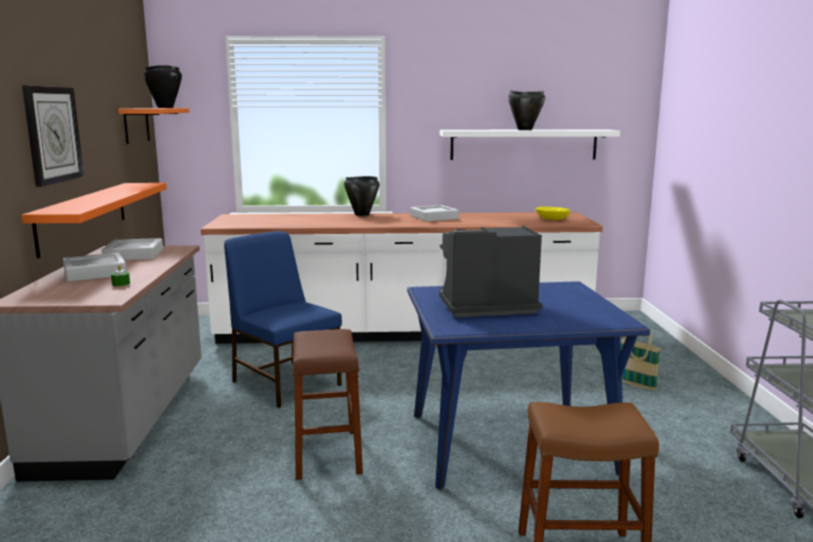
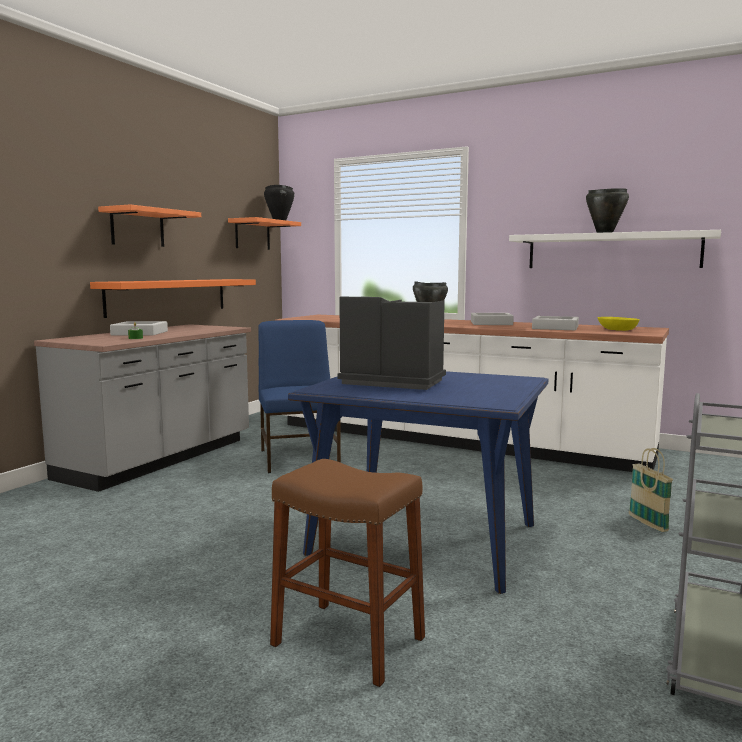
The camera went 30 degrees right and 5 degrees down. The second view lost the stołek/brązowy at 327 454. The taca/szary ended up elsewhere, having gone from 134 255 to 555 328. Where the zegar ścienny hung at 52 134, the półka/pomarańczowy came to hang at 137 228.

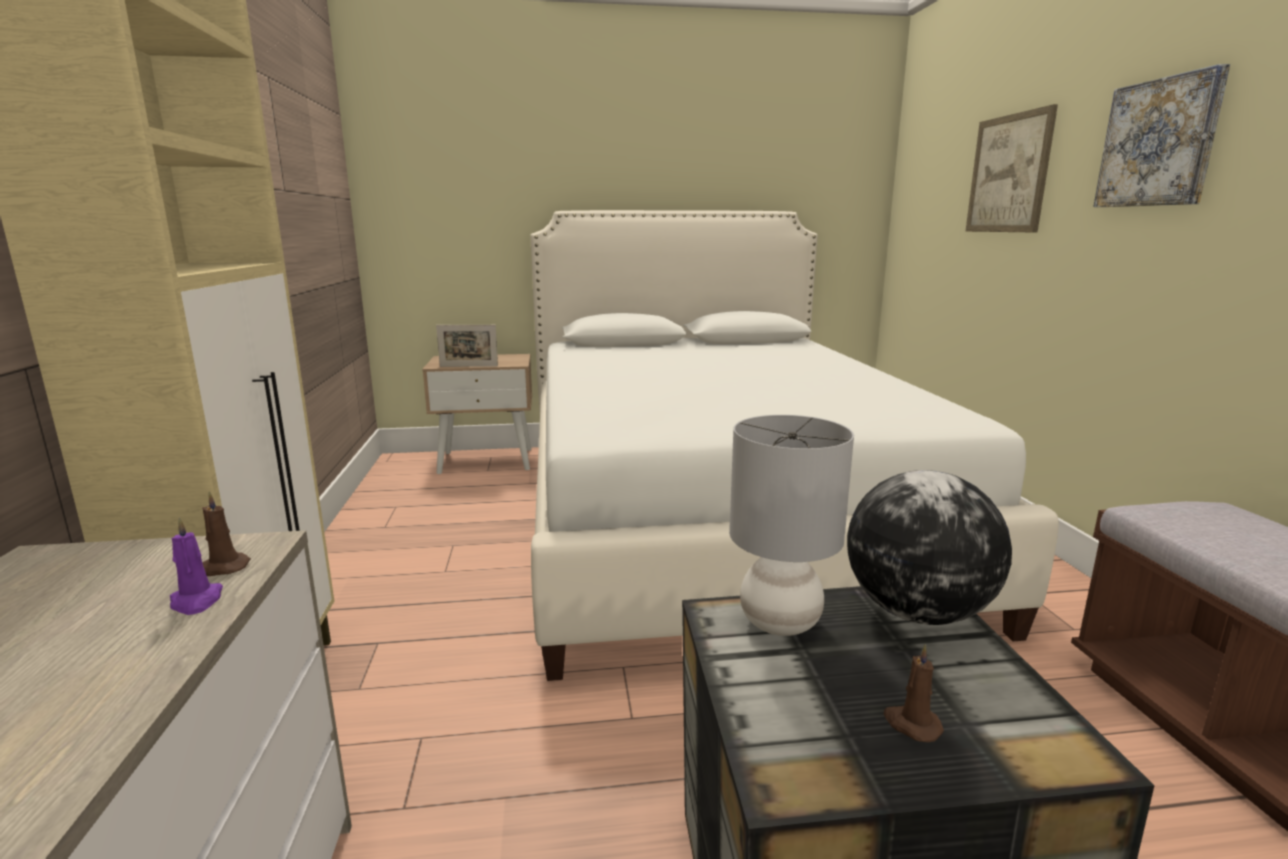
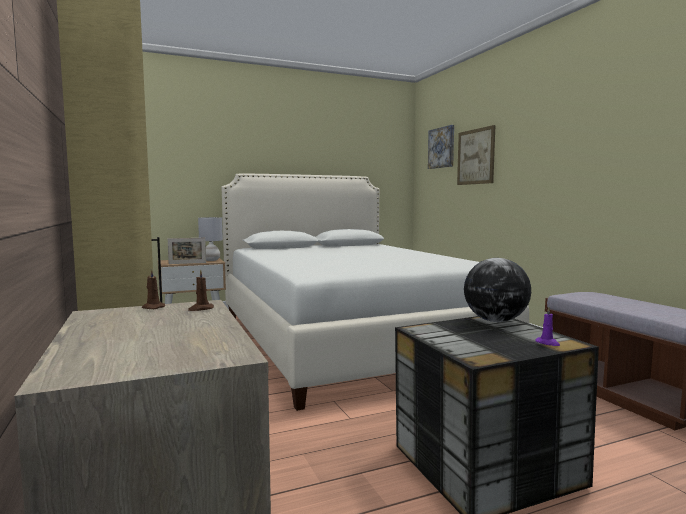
The camera went 15 degrees left and 10 degrees down. The świeca/fioletowy ended up elsewhere, having gone from 196 601 to 548 343. The lampa stołowa/szary ended up elsewhere, having gone from 781 622 to 211 260. The świeca/brązowy ended up elsewhere, having gone from 911 724 to 152 307. The obraz ended up elsewhere, having gone from 1159 143 to 441 147.

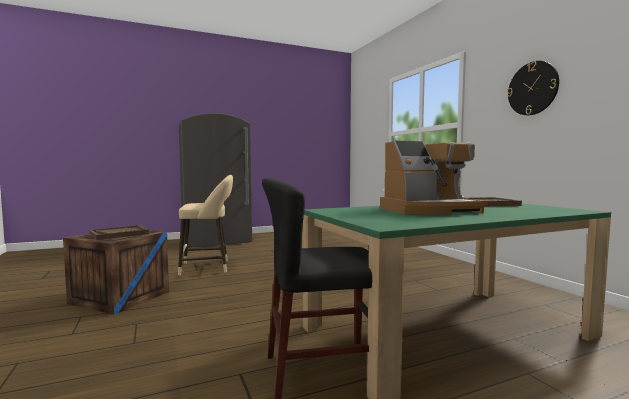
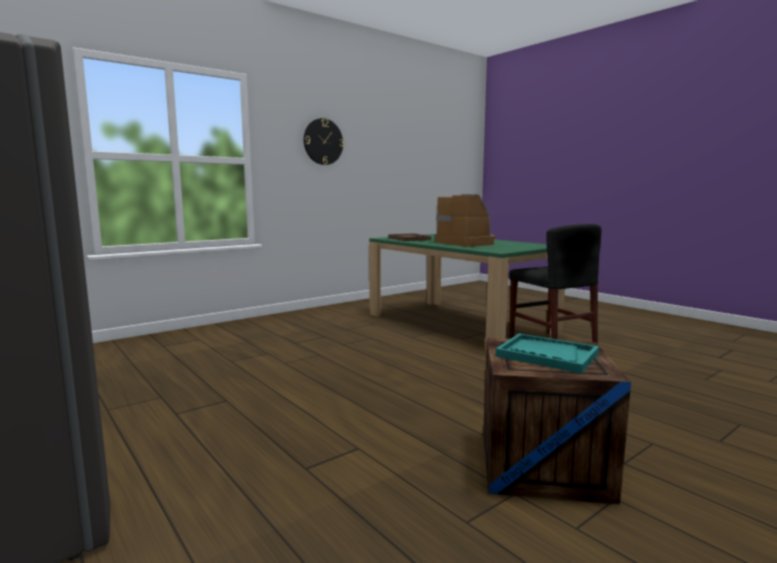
The camera went 105 degrees left and 5 degrees up. The second view lost the stołek/beżowy at 208 267. What was the taca/brązowy at 119 234 turned into the taca/turkusowy at 546 355.

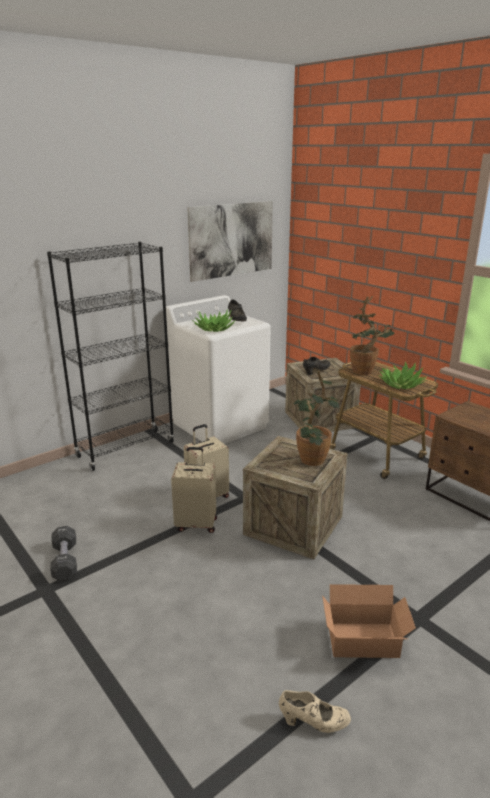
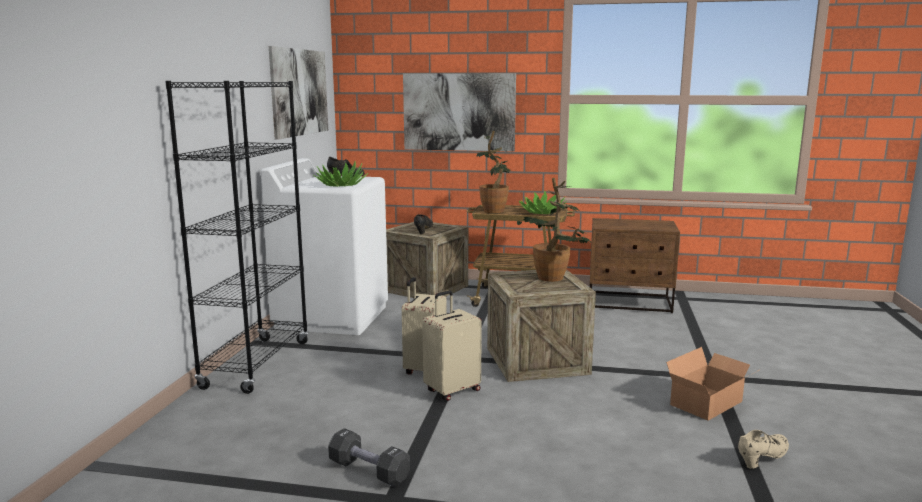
The camera went 40 degrees left and 10 degrees down. The second view gained the obraz at 459 112.

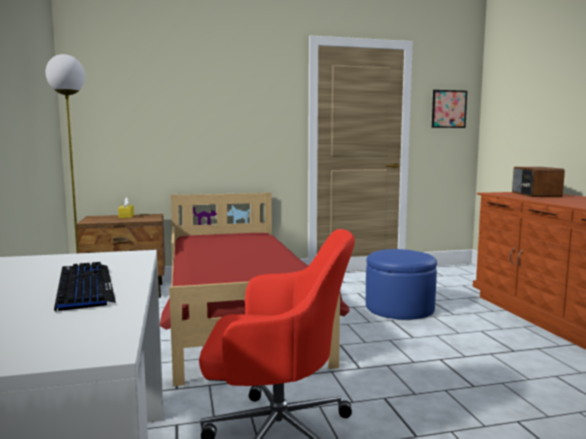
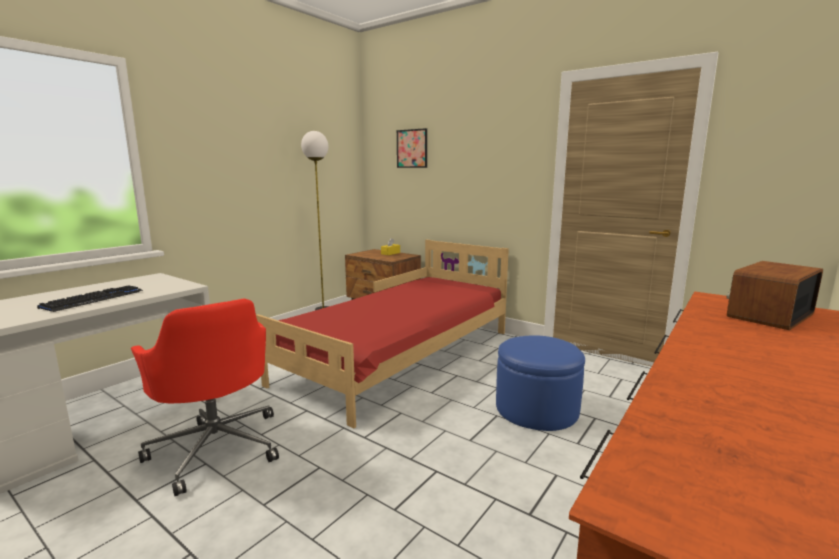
The camera went 50 degrees right and 5 degrees up. The obraz ended up elsewhere, having gone from 449 109 to 412 148.

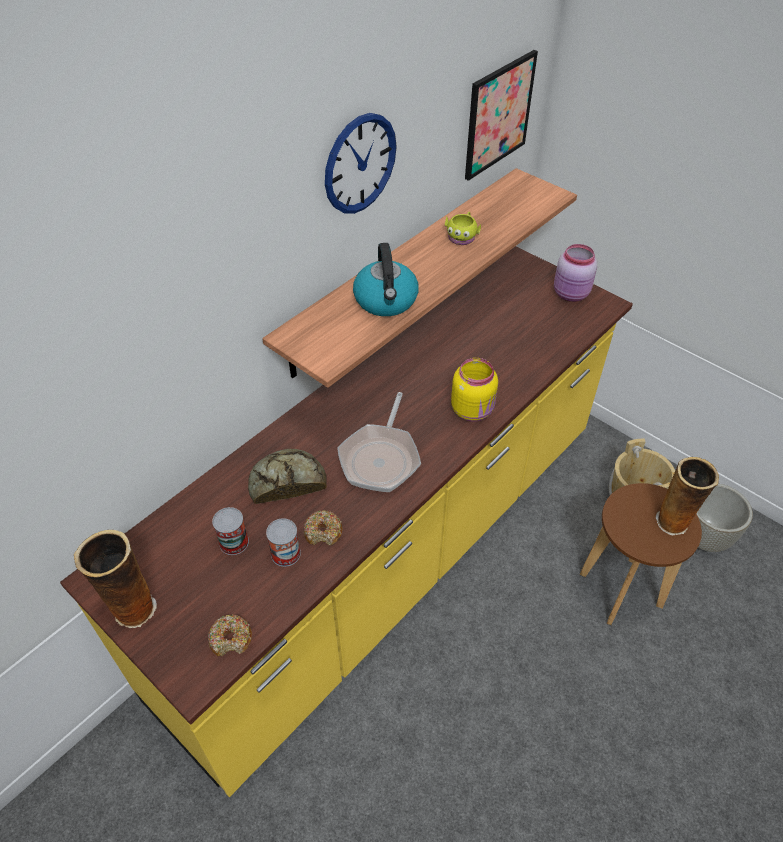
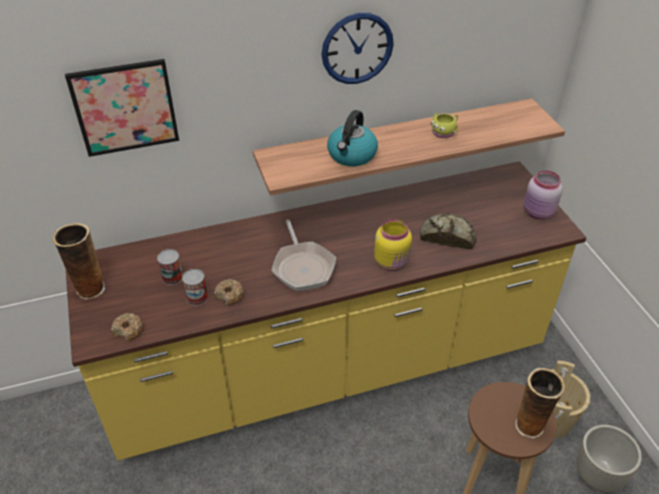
The camera went 30 degrees right and 5 degrees down. The chleb ended up elsewhere, having gone from 286 481 to 447 236. The obraz ended up elsewhere, having gone from 498 115 to 125 108. The patelnia at 381 458 ended up facing another way, 60 degrees counterclockwise from before.

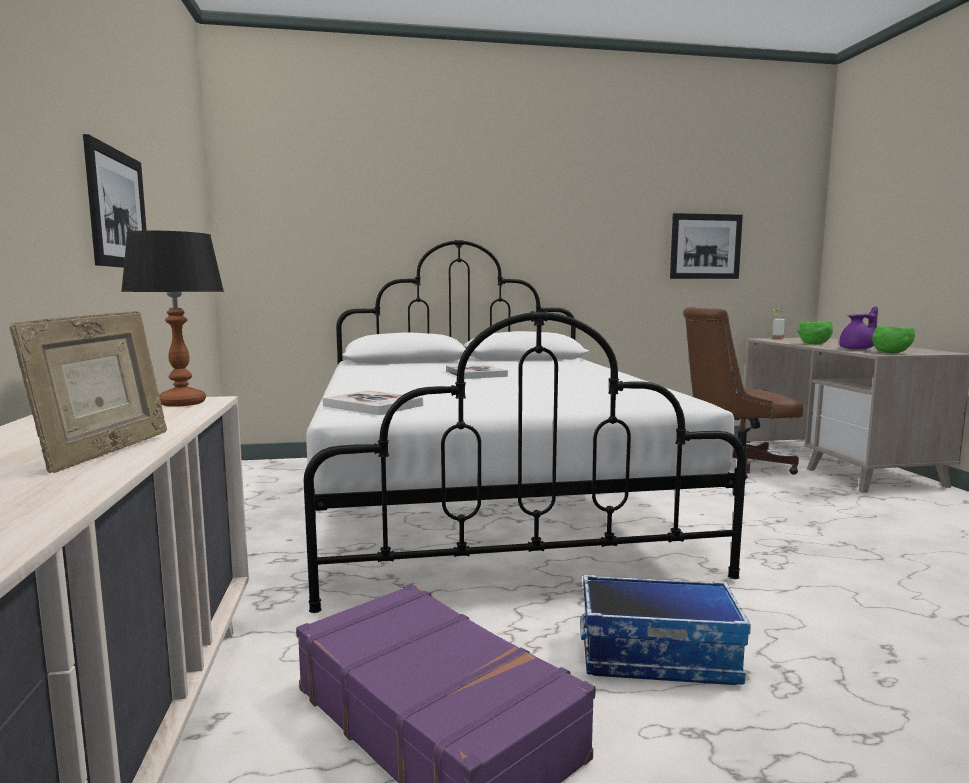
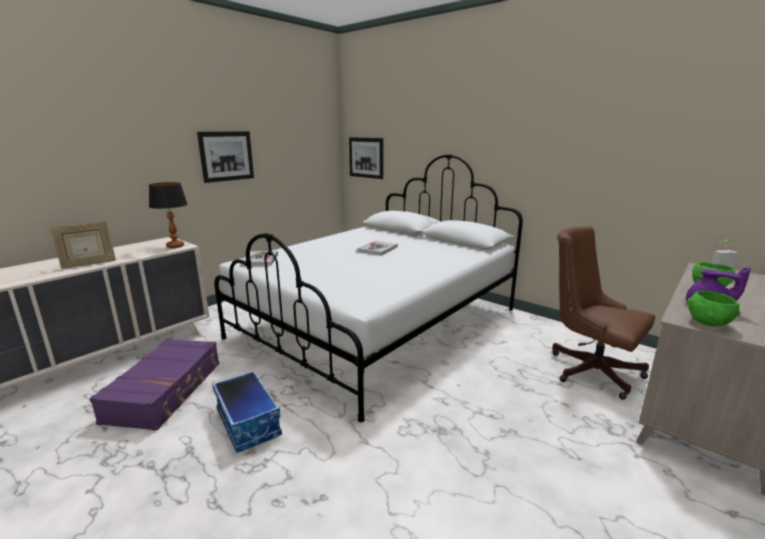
The camera went 50 degrees right and 10 degrees up. The obraz ended up elsewhere, having gone from 705 246 to 366 157.

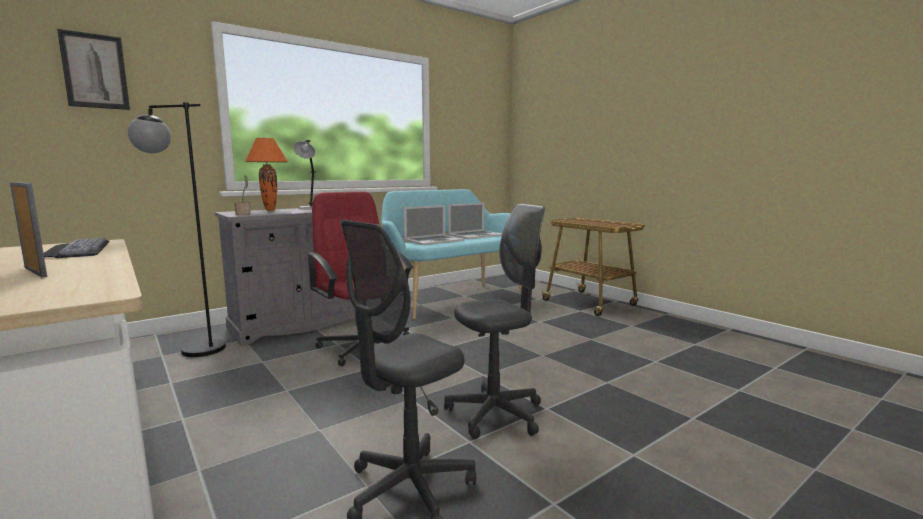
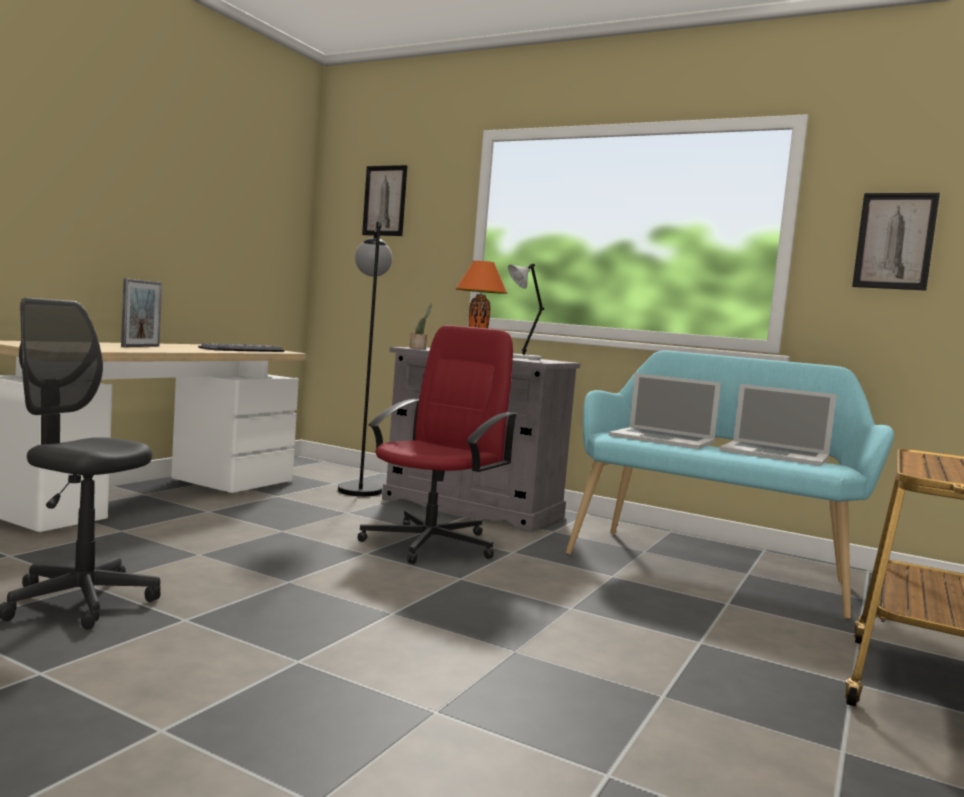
The camera went 65 degrees right and 5 degrees down. The second view lost the krzesło biurowe/szary at 495 414. The second view gained the obraz at 894 241.

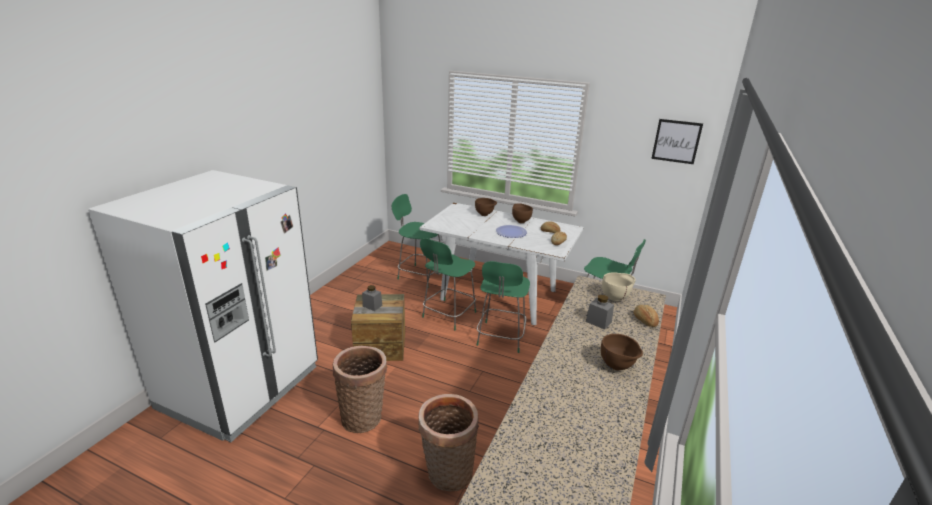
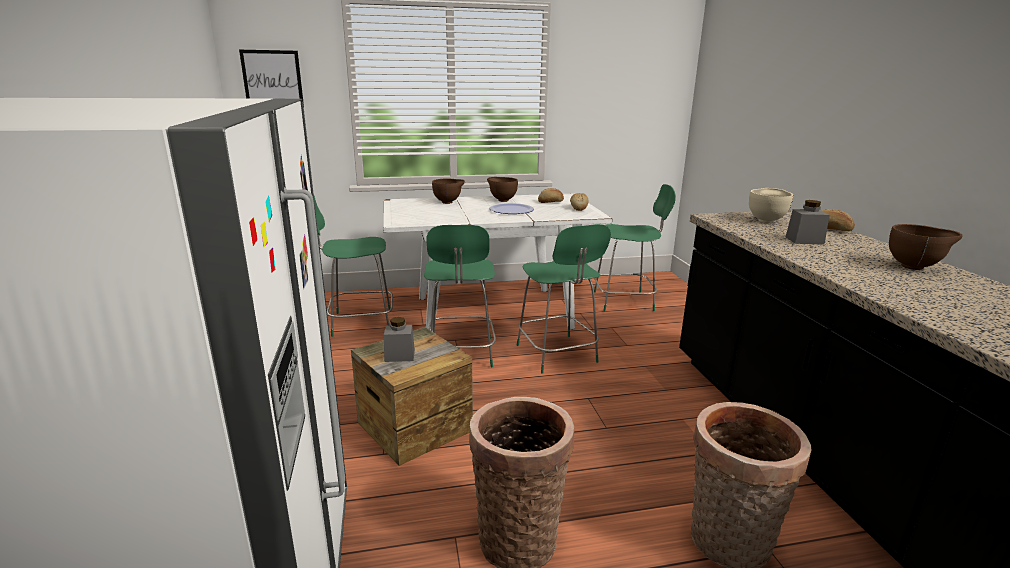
The camera went 35 degrees left and 5 degrees down. The obraz ended up elsewhere, having gone from 676 141 to 272 79.

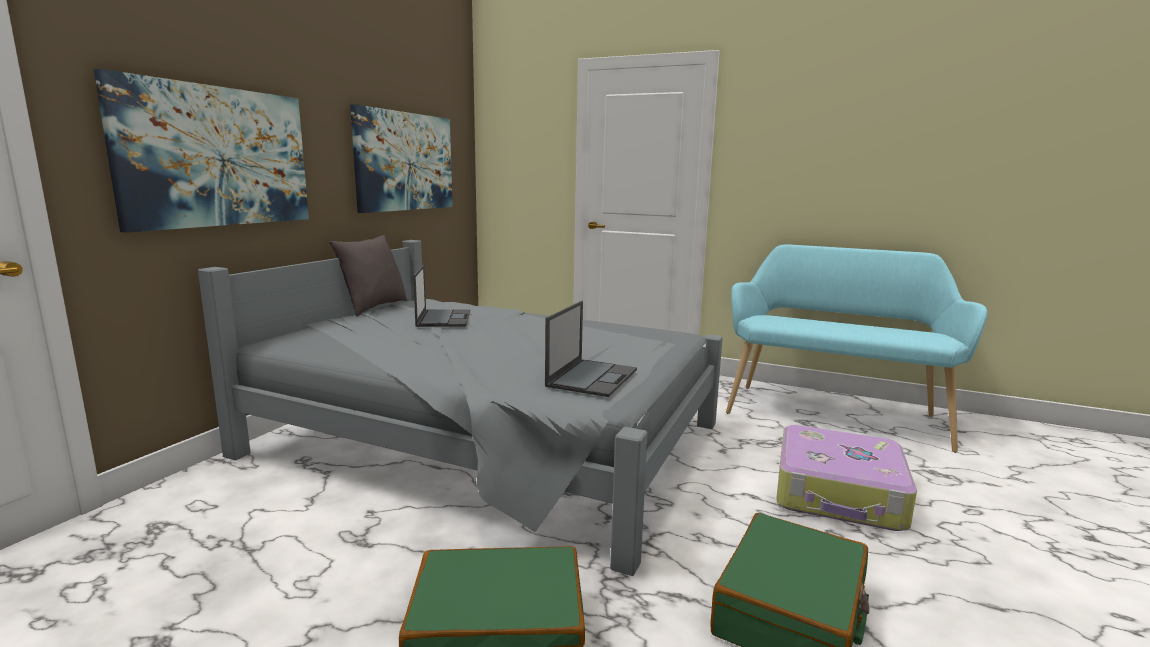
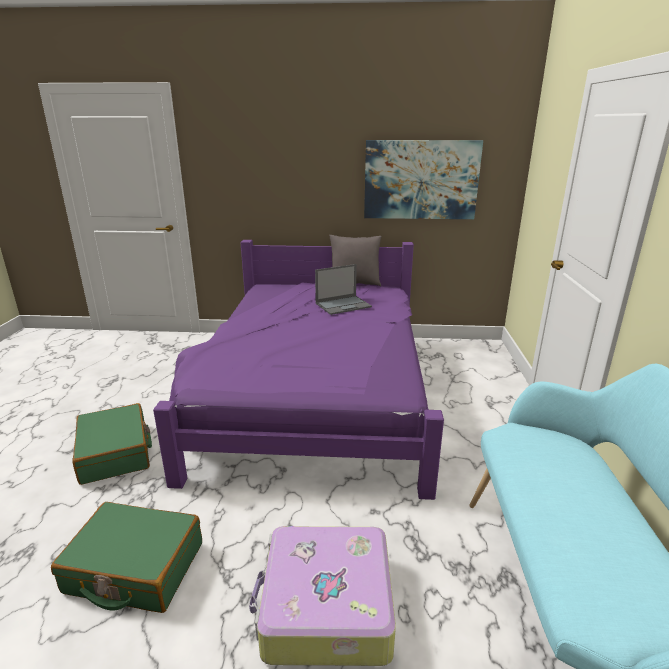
The camera went 70 degrees right and 10 degrees up. The second view lost the obraz at 217 157. The second view lost the laptop at 592 377. What was the łóżko/szary at 489 441 turned into the łóżko/fioletowy at 315 396.

